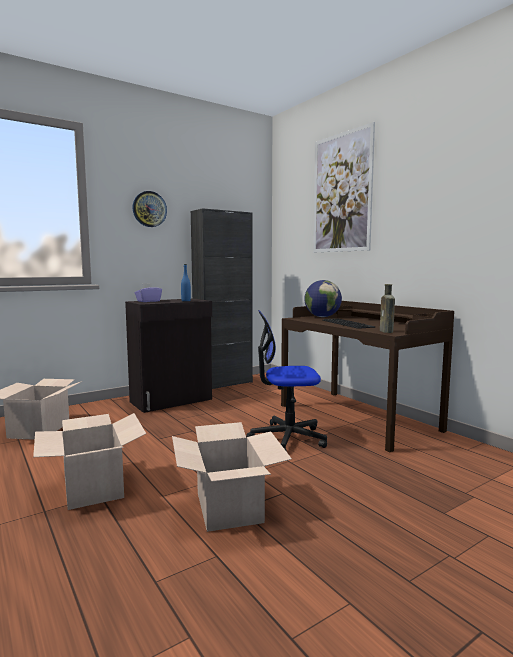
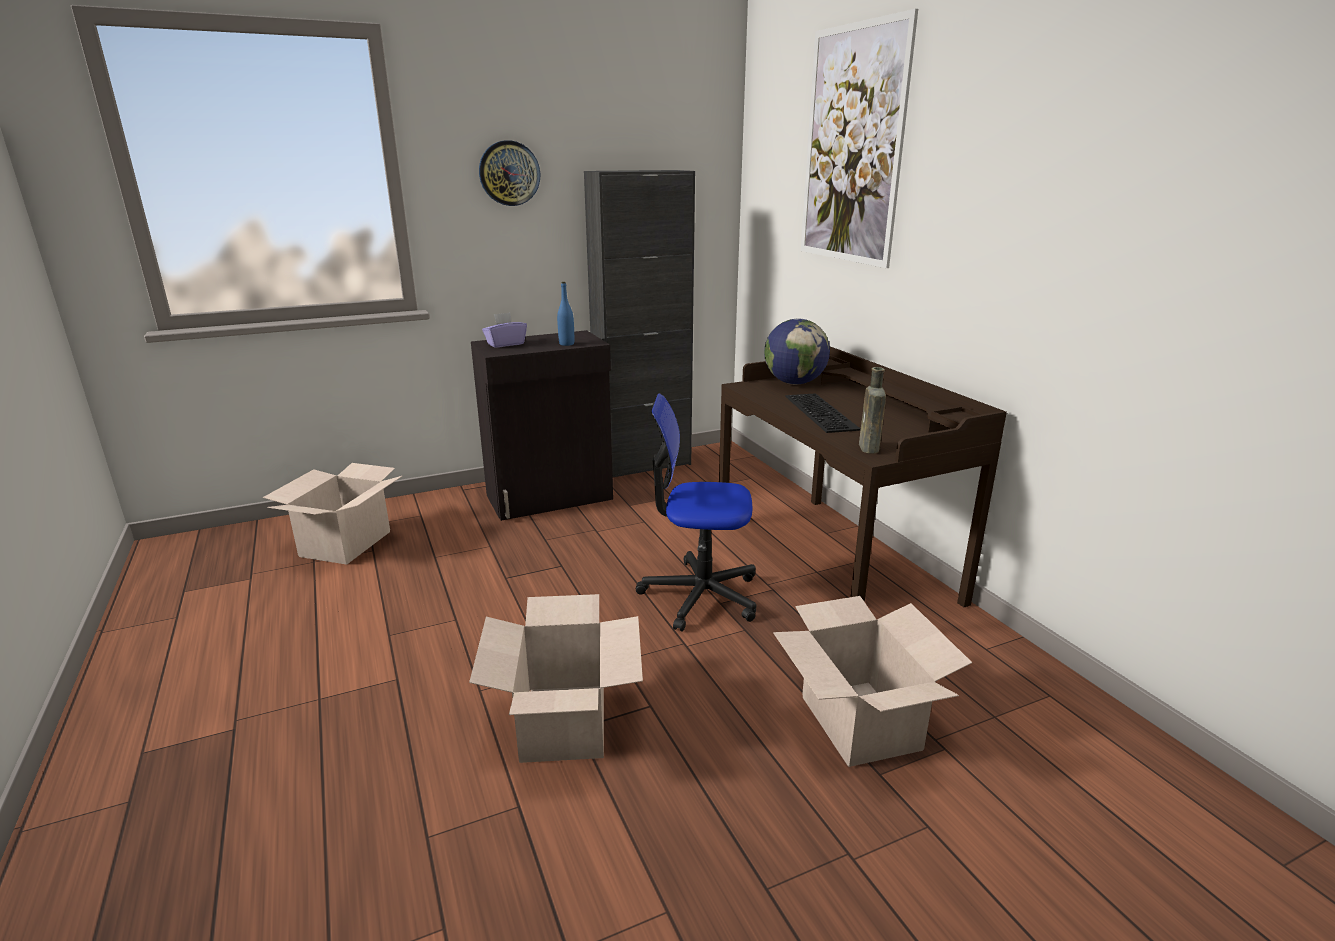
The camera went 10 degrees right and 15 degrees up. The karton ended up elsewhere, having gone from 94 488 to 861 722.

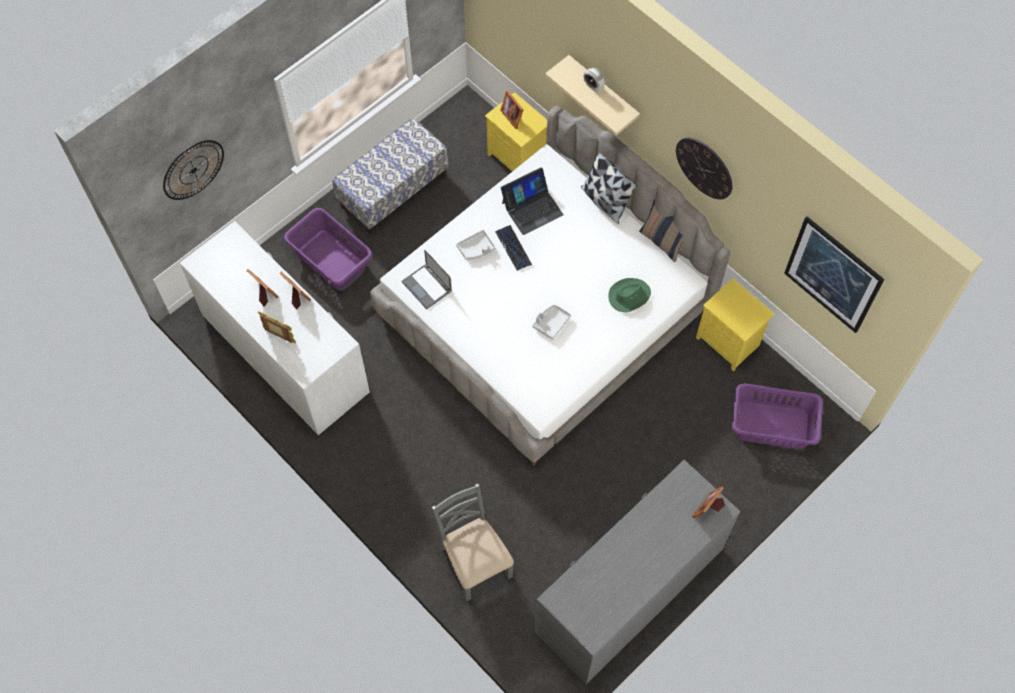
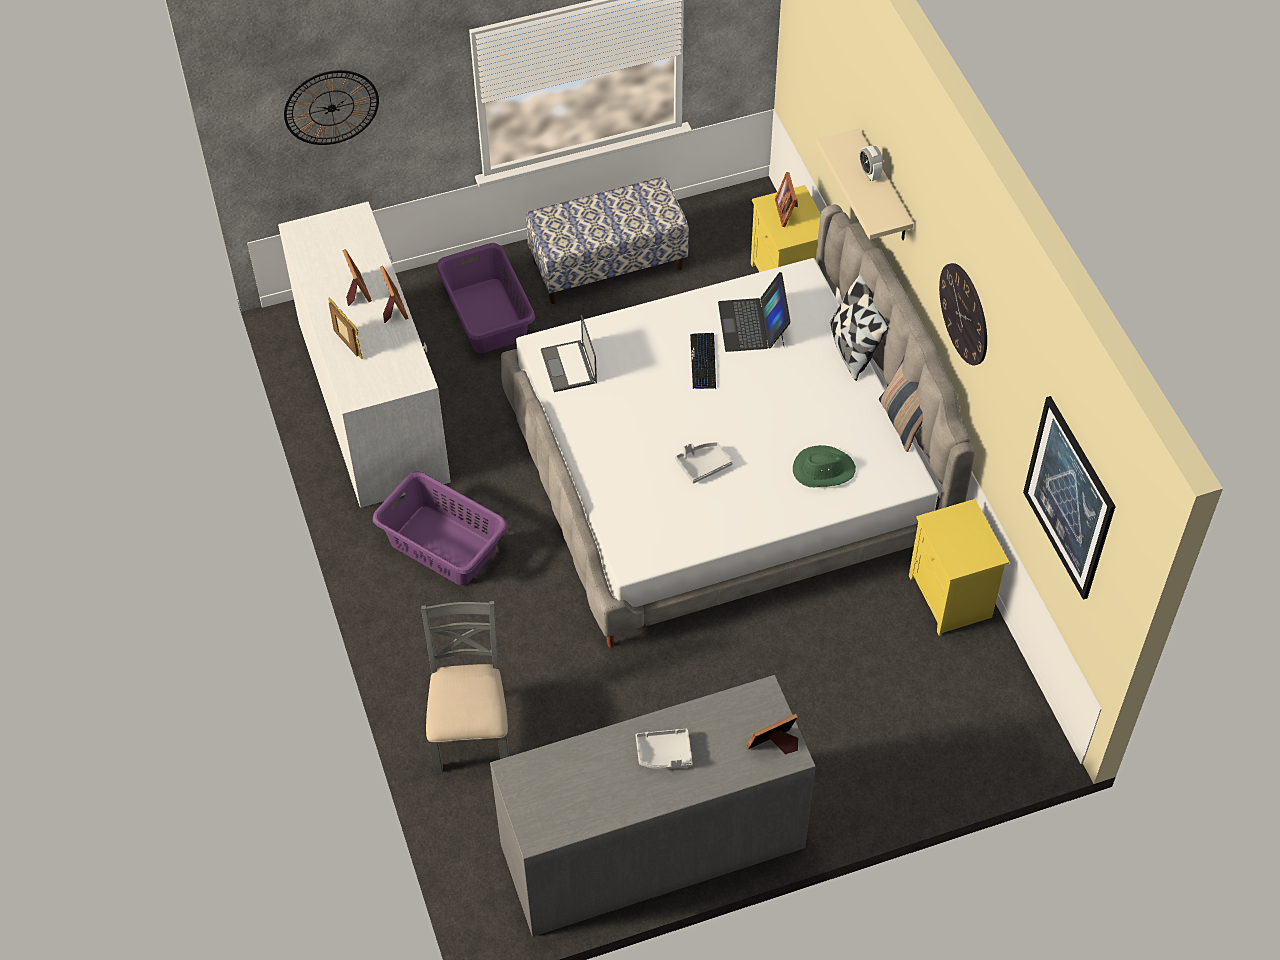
The camera went 25 degrees right and 10 degrees down. The taca/szary ended up elsewhere, having gone from 476 248 to 664 754. The kosz na pranie/fioletowy ended up elsewhere, having gone from 772 425 to 443 544. The laptop at 532 208 ended up facing another way, 90 degrees clockwise from before.

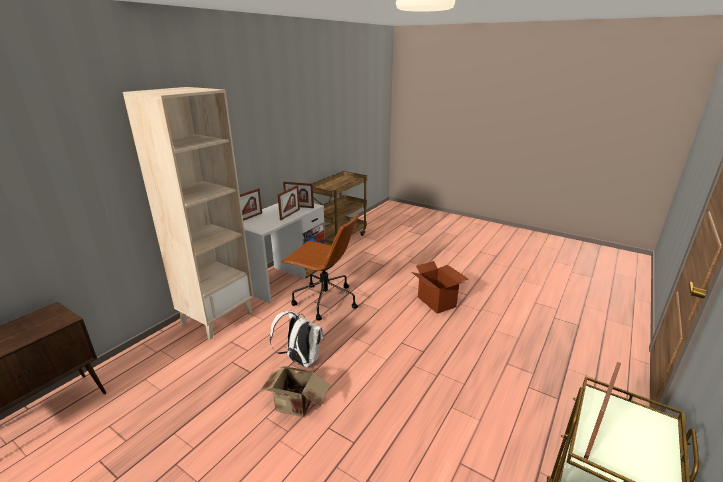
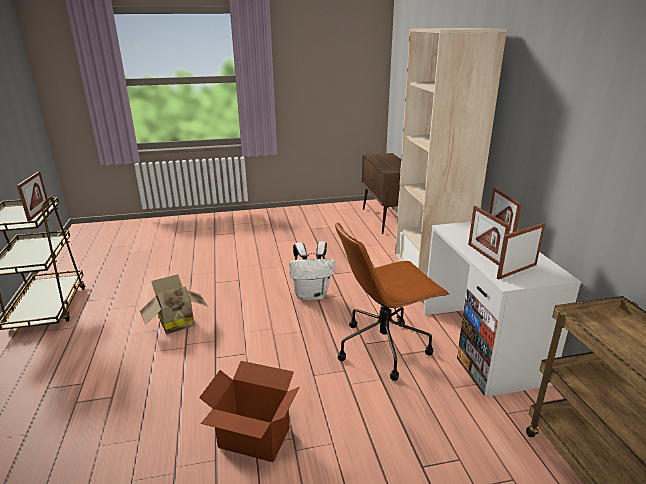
The camera went 135 degrees right and 0 degrees up. The karton ended up elsewhere, having gone from 295 406 to 175 323.

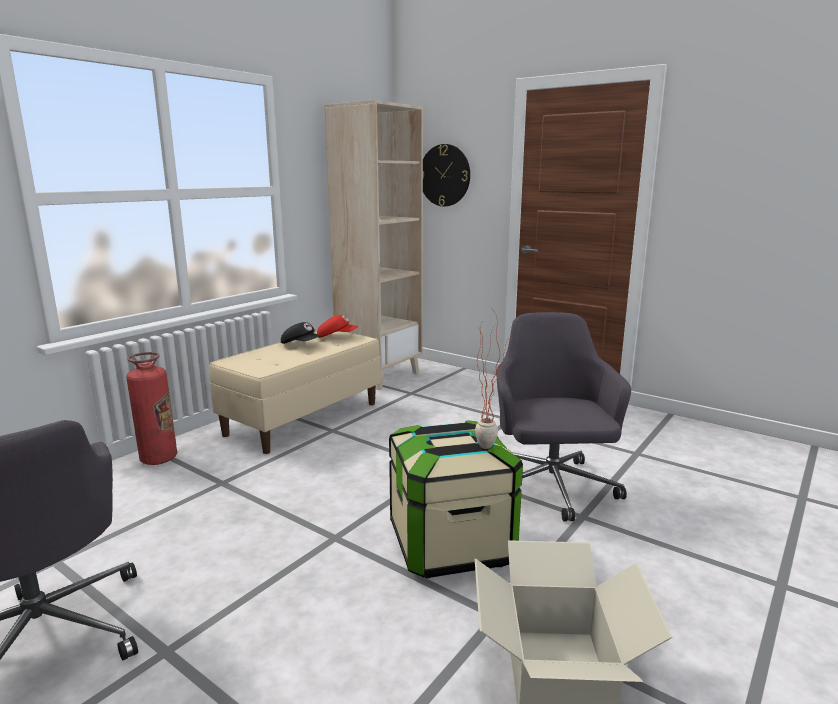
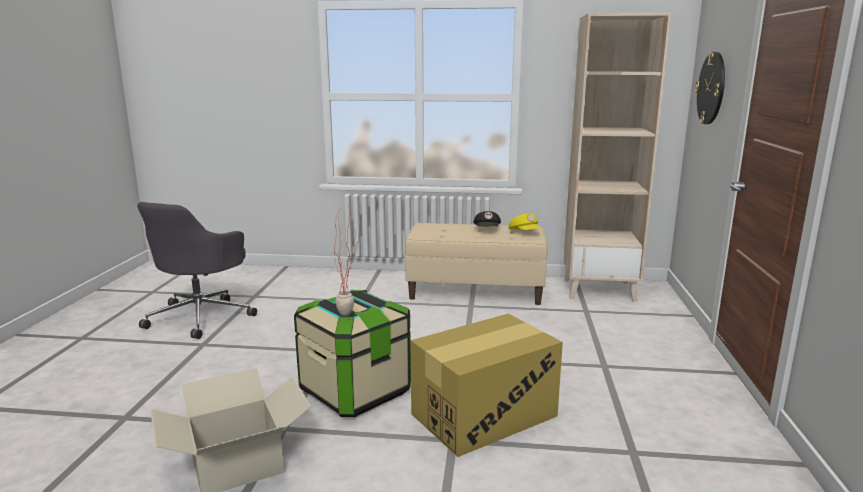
The camera went 60 degrees right and 0 degrees up. The second view lost the gaśnica at 158 458. Where the krzesło biurowe/szary stood at 550 489, the karton came to stand at 484 415. What was the czapka z daszkiem/czerwony at 336 336 turned into the czapka z daszkiem/żółty at 525 233.

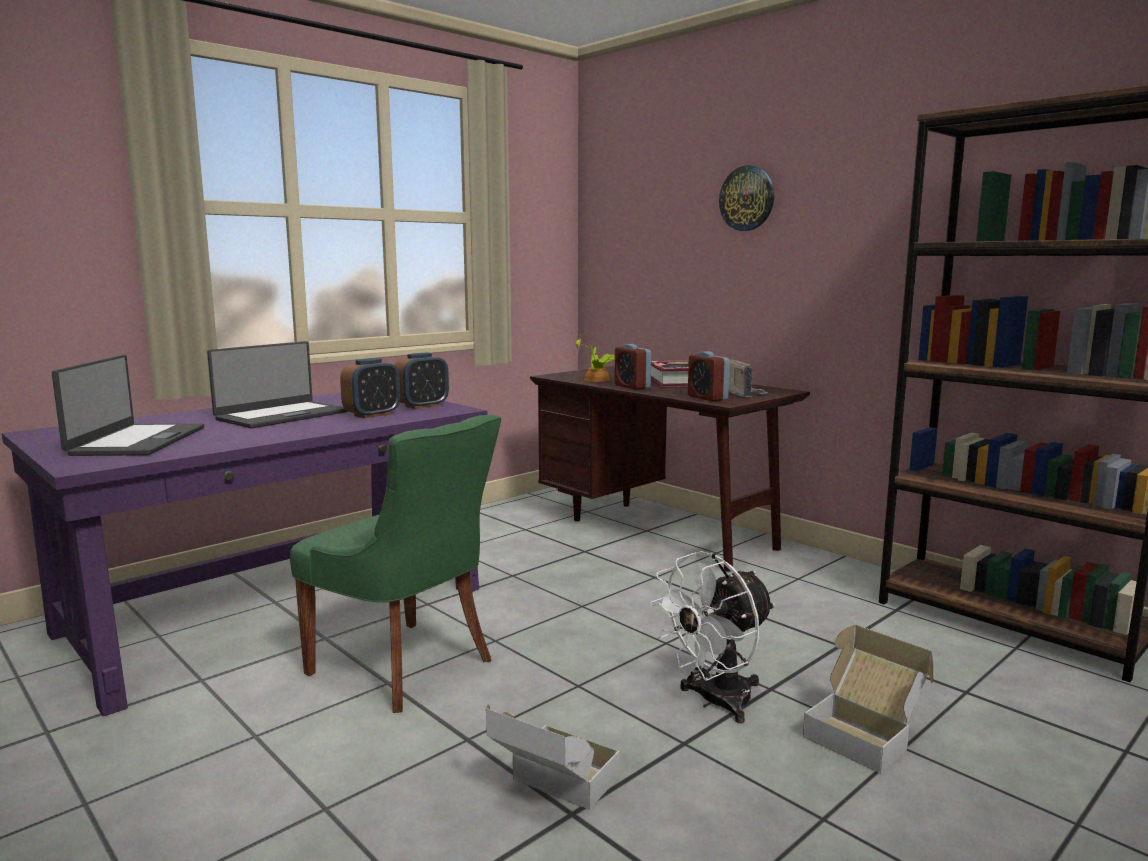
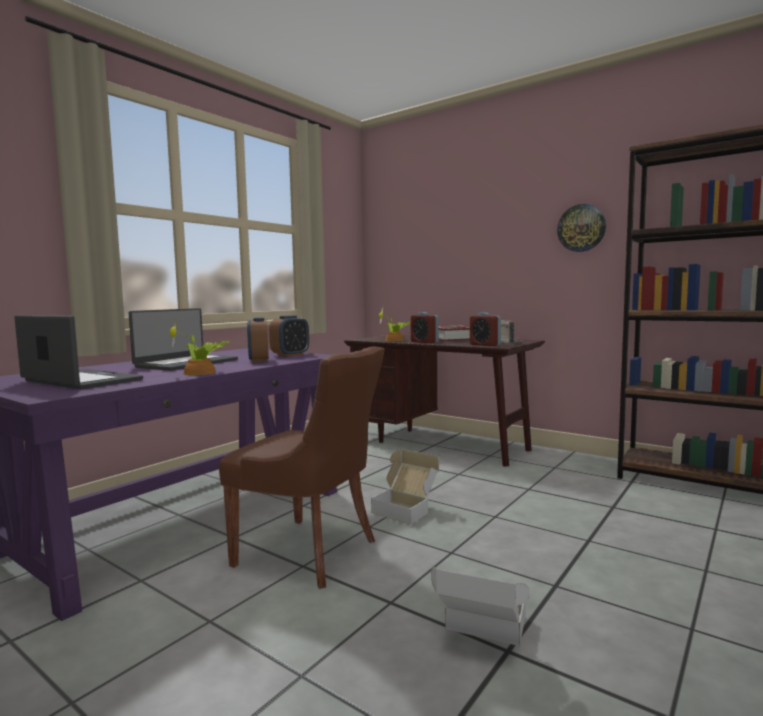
The camera went 10 degrees left and 5 degrees down. The second view lost the wentylator/biały at 715 702. The second view gained the roślina doniczkowa at 201 373. The zegar ścienny ended up elsewhere, having gone from 747 198 to 581 228. The karton ended up elsewhere, having gone from 865 735 to 406 509. What was the krzesło/zielony at 405 667 turned into the krzesło/brązowy at 310 552. The laptop at 136 441 ended up facing another way, 45 degrees counterclockwise from before. The budzik at 372 415 ended up facing another way, 135 degrees clockwise from before.

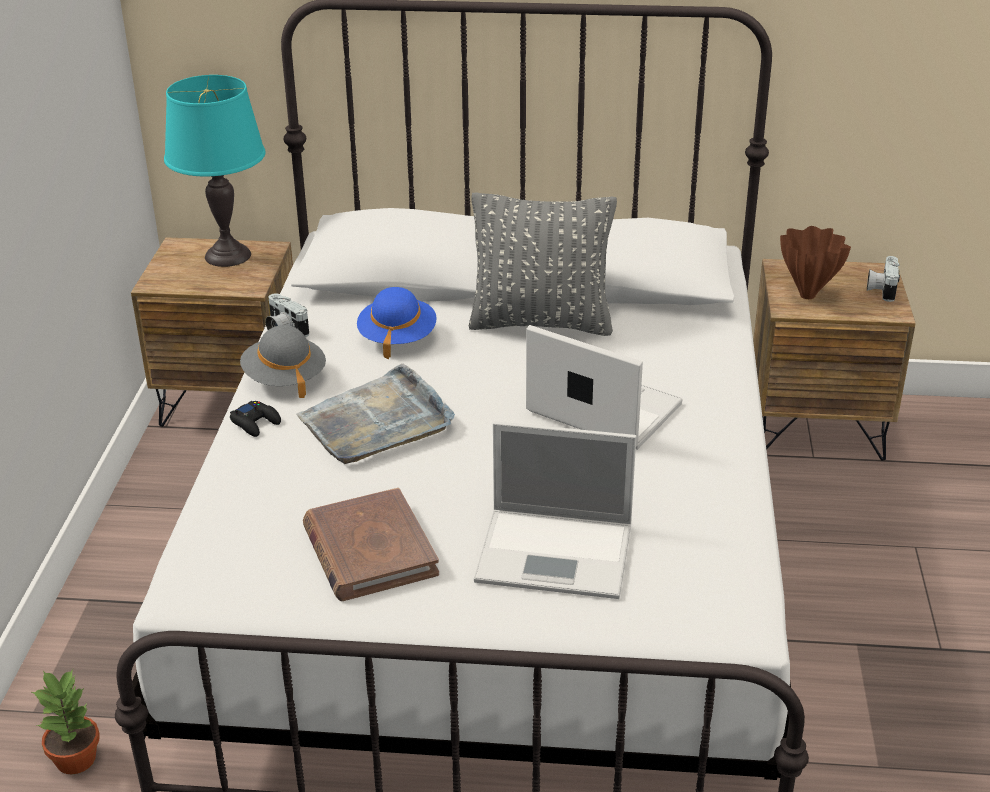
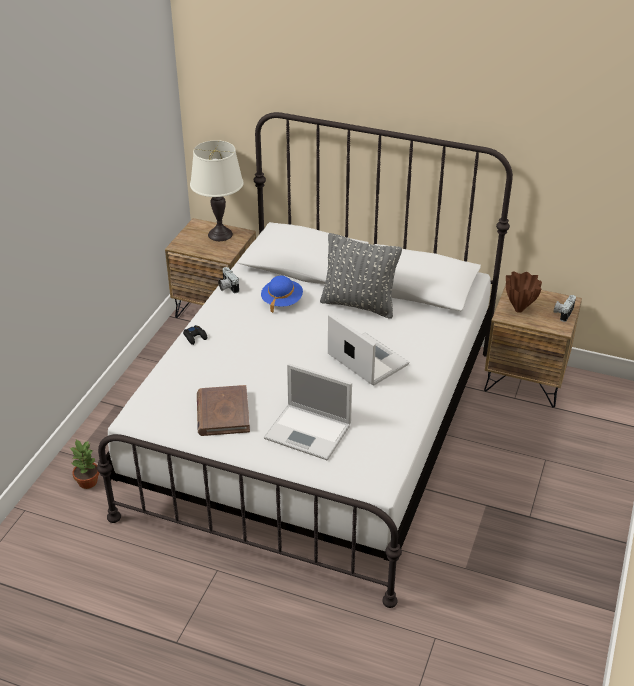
The camera went 15 degrees right and 5 degrees up. The second view lost the kapelusz/szary at 284 378. The second view lost the taca/szary at 377 421. What was the lampa stołowa/turkusowy at 227 256 turned into the lampa stołowa/biały at 220 234.

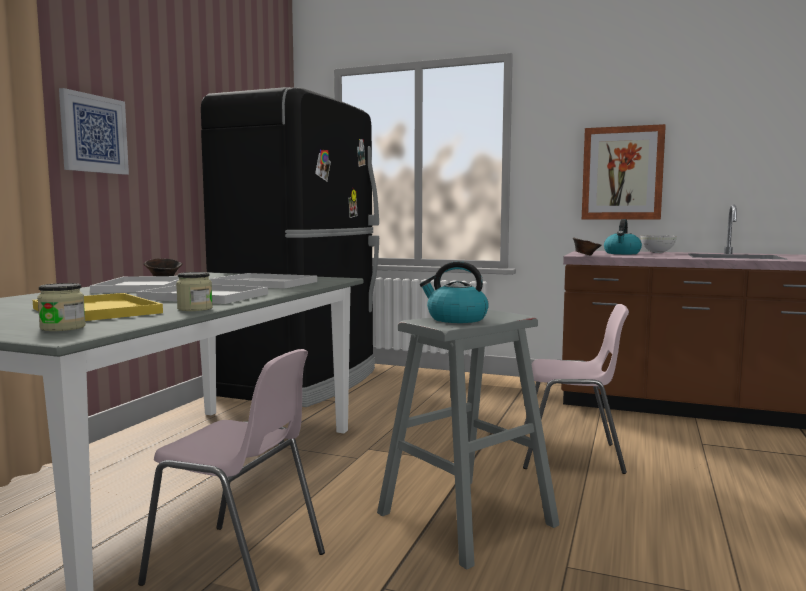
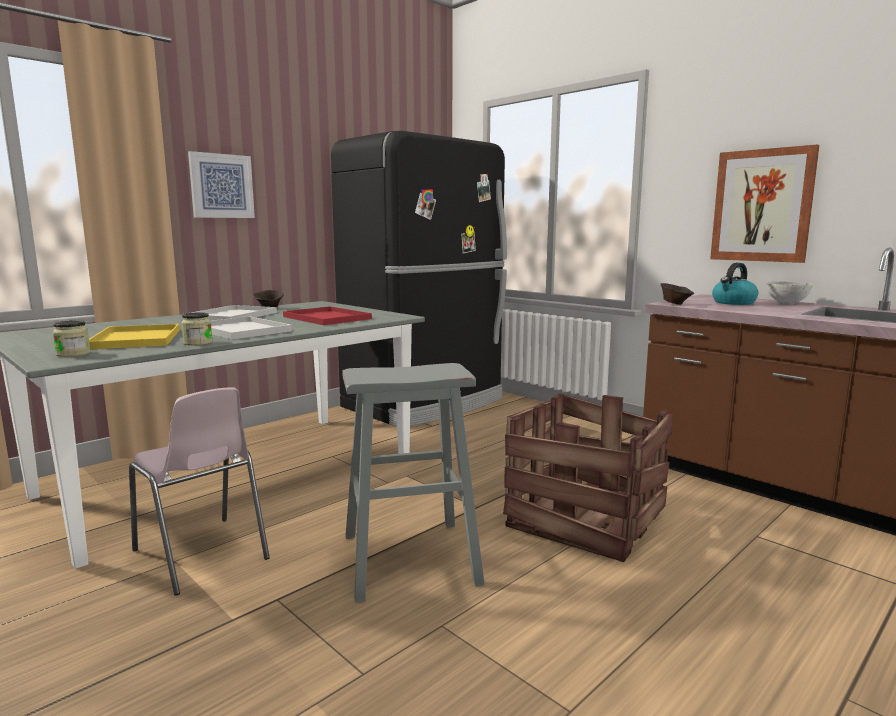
The camera went 25 degrees right and 5 degrees up. The second view lost the czajnik at 456 319. Where the krzesło/różowy stood at 571 456, the skrzynka came to stand at 584 520. What was the taca/biały at 262 283 turned into the taca/czerwony at 325 317.

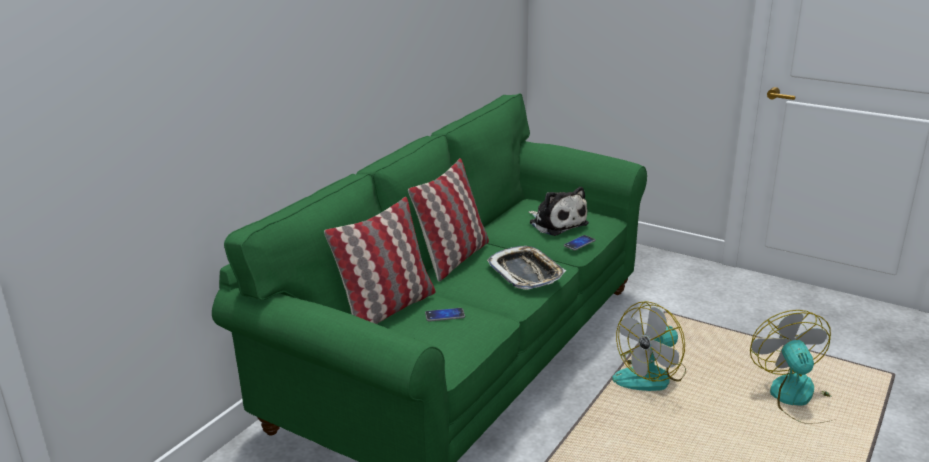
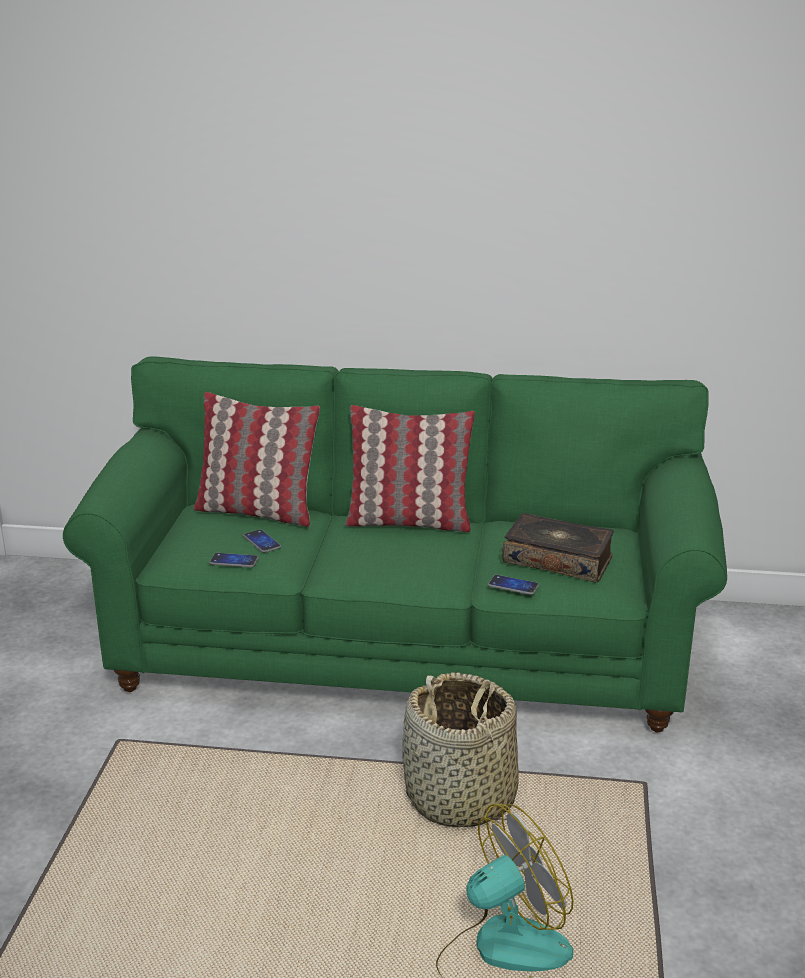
The camera went 65 degrees right and 0 degrees up. The second view lost the taca at 526 273. The second view gained the telefon at 234 561. Where the pluszak stood at 556 223, the książka came to stand at 558 559. Where the wentylator stood at 651 376, the koszyk came to stand at 460 798.

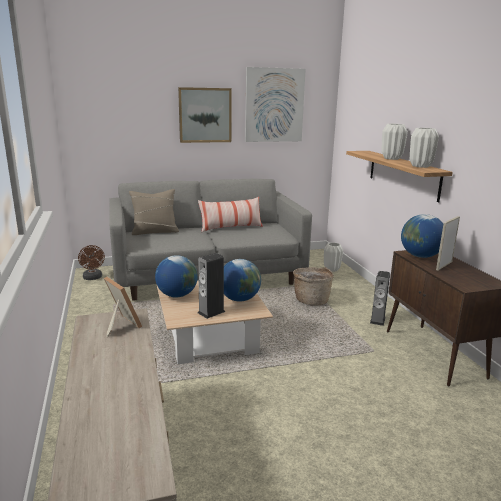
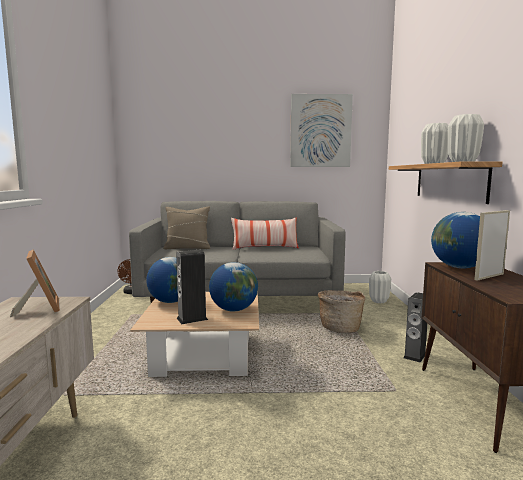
The camera went 15 degrees right and 10 degrees down. The second view lost the obraz at 205 115.

